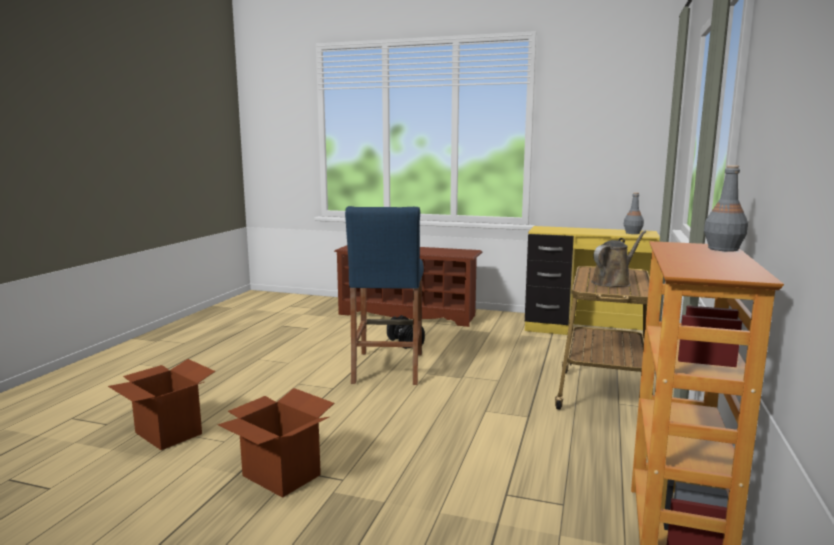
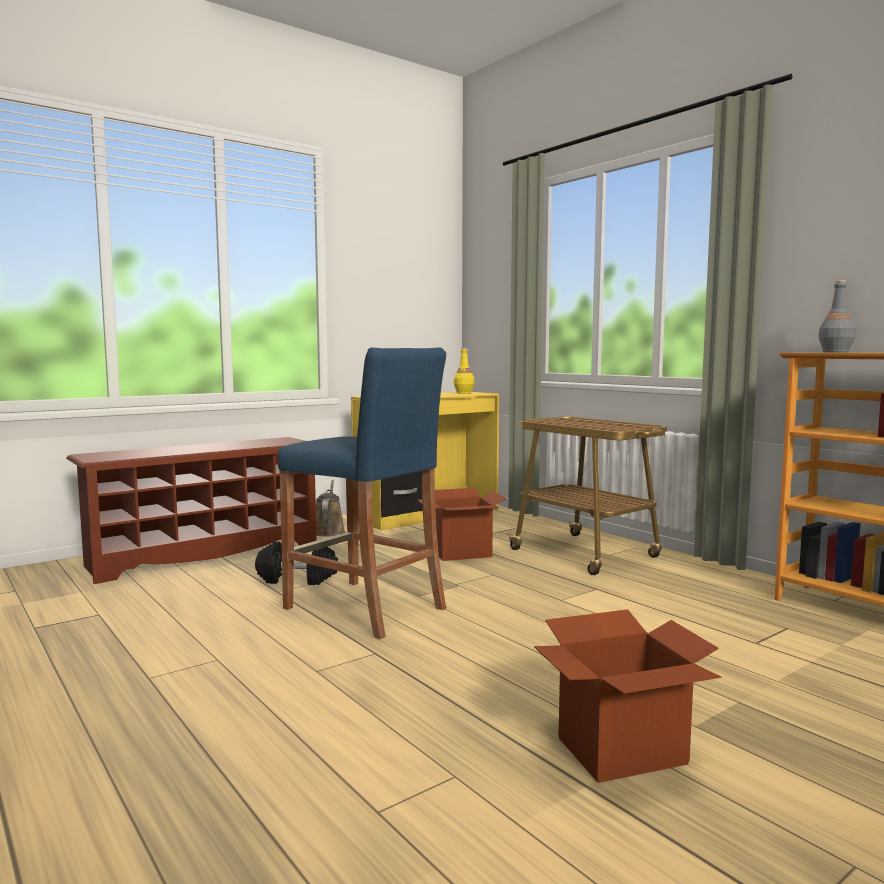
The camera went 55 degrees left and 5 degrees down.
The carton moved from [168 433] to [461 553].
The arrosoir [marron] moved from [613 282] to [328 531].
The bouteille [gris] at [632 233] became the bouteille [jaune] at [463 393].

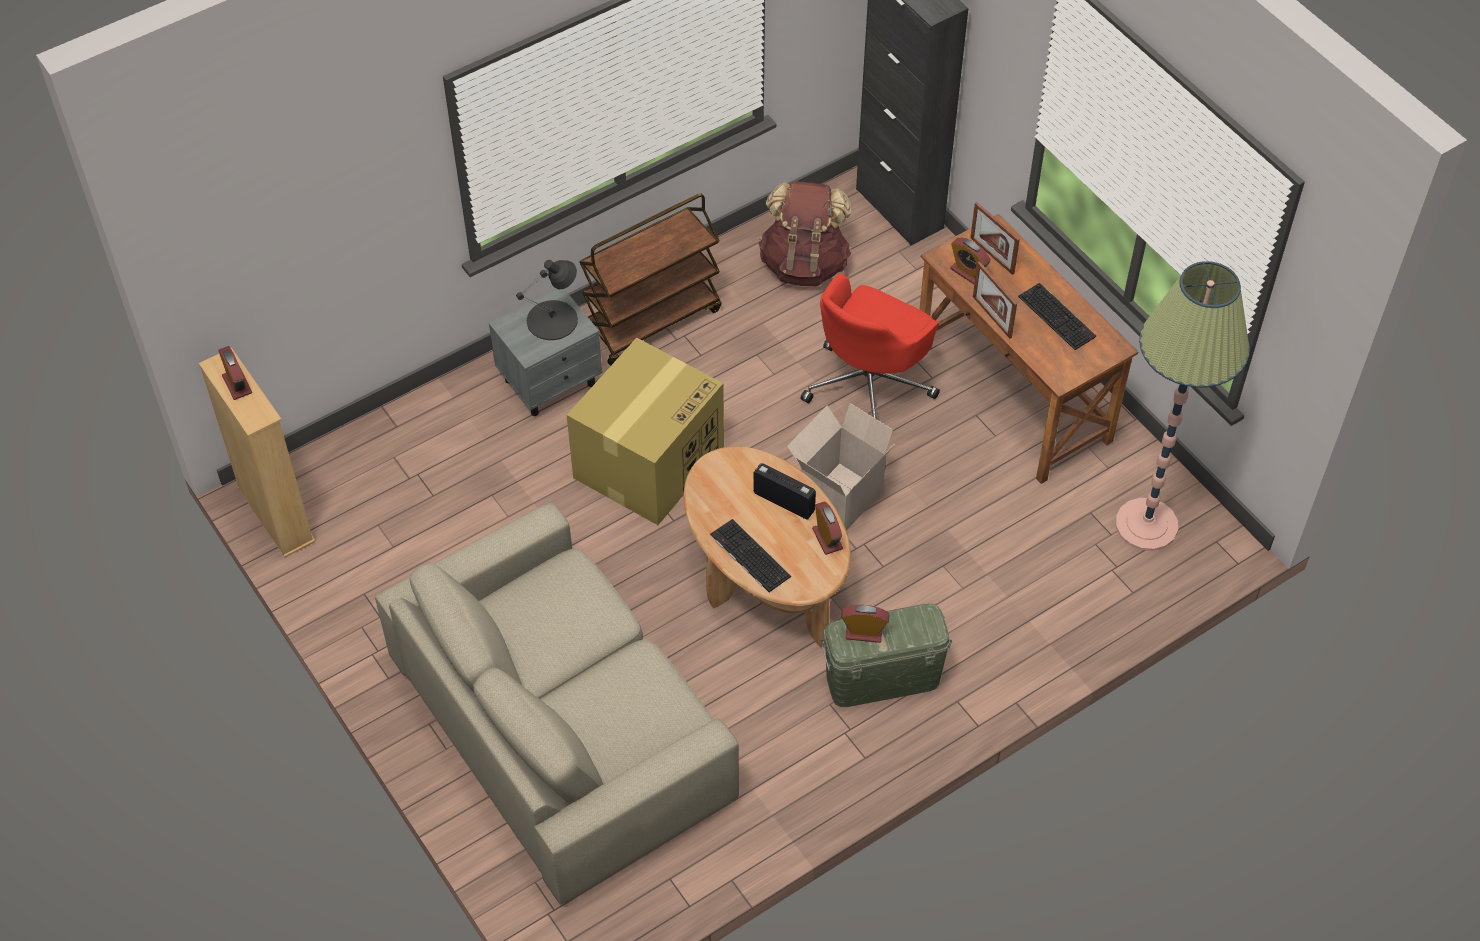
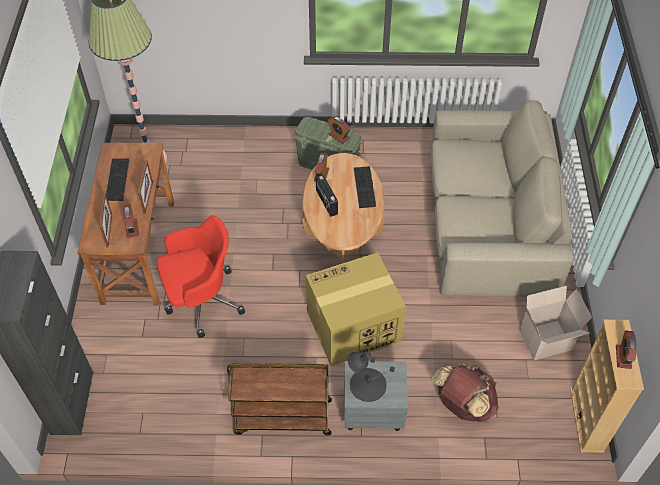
The camera went 145 degrees left and 0 degrees up.
The sac à dos [marron] moved from [804 264] to [463 404].
The carton moved from [840 496] to [545 341].

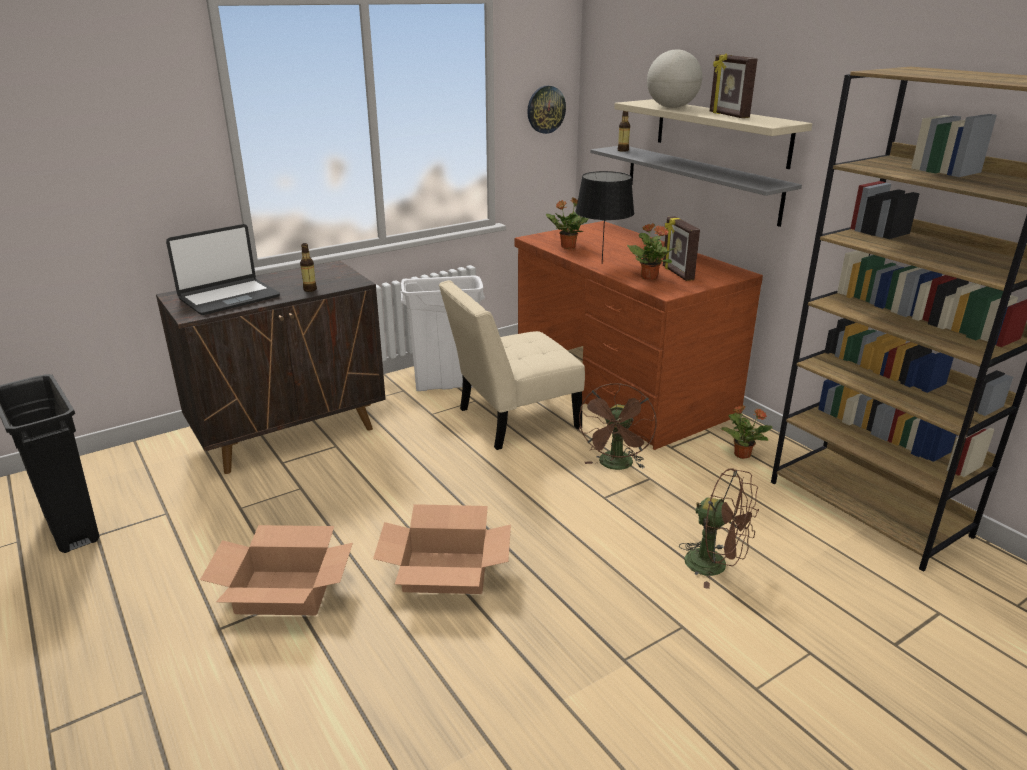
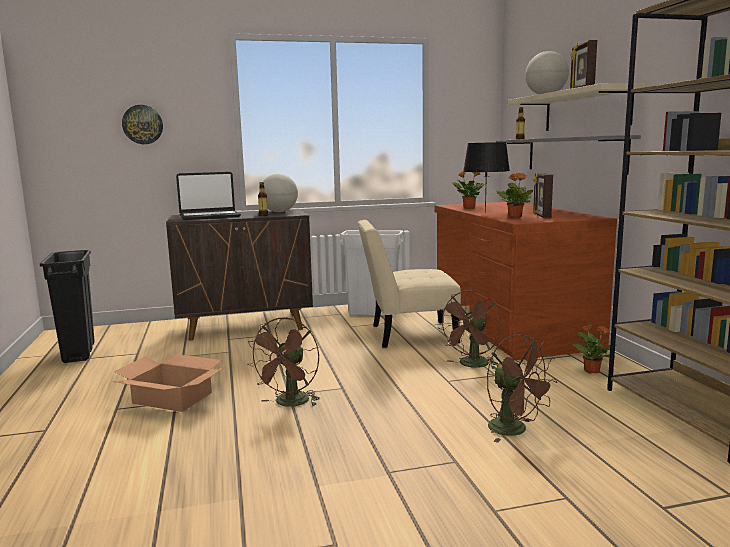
The camera went 20 degrees right and 15 degrees down.
The globe at [279 212] appeared.
The horloge murale moved from [545 109] to [142 124].
The carton at [445 572] was replaced by the ventilateur [marron] at [290 404].

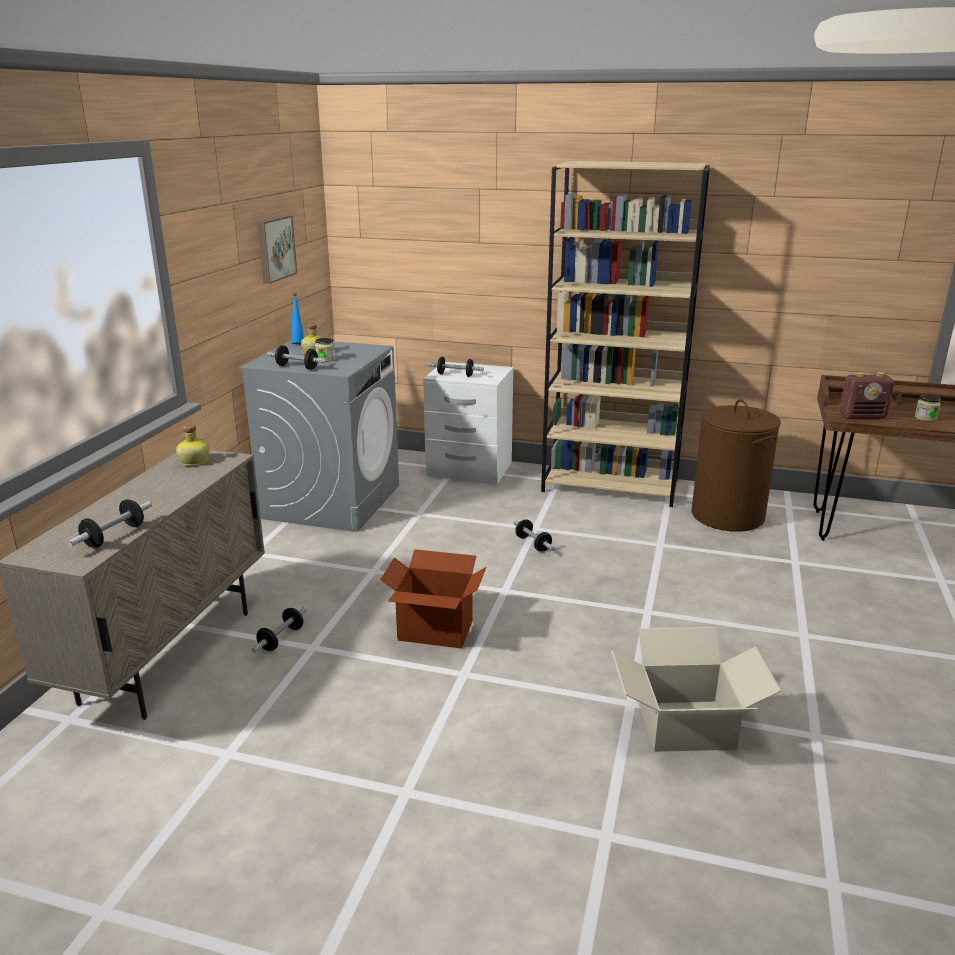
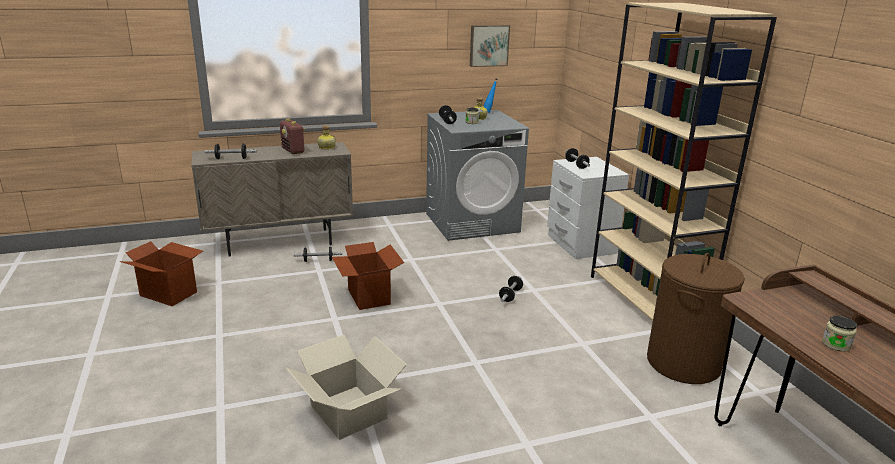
The camera went 55 degrees right and 0 degrees up.
The carton at [169 293] appeared.
The radio moved from [863 417] to [293 151].

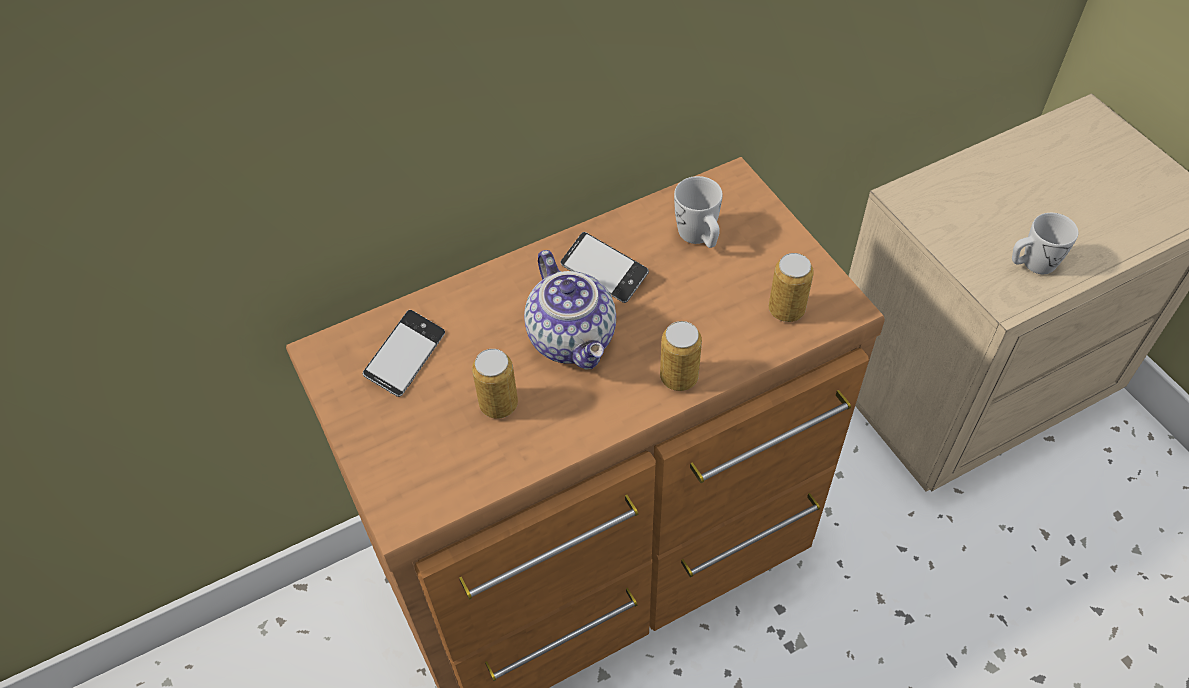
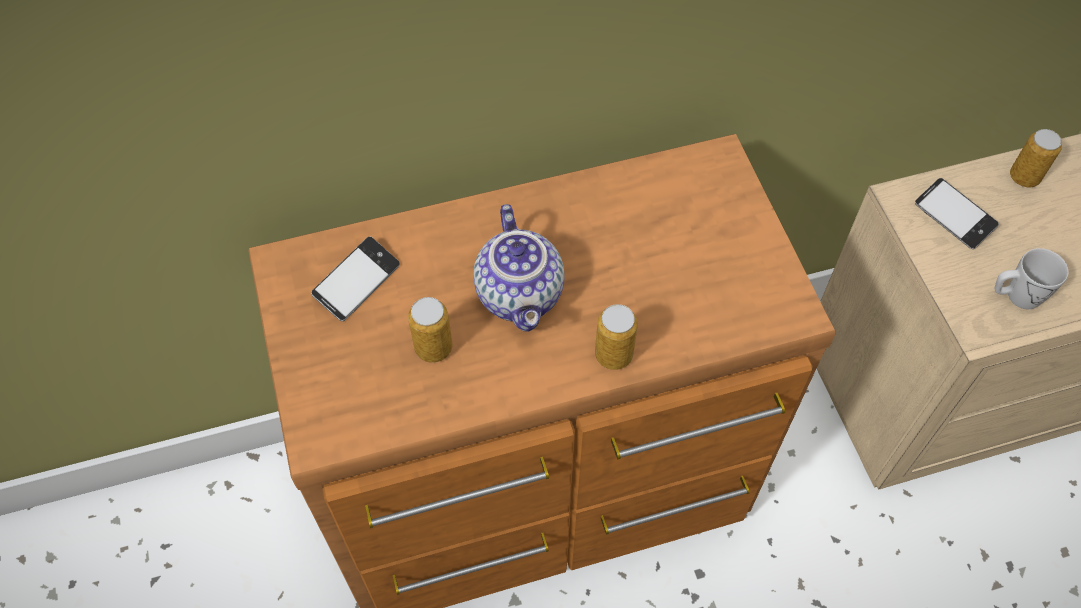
The camera went 10 degrees right and 5 degrees up.
The mug [blanc] at [699 237] disappeared.
The téléphone moved from [604 272] to [953 217].
The boîte métallique moved from [786 310] to [1024 177].

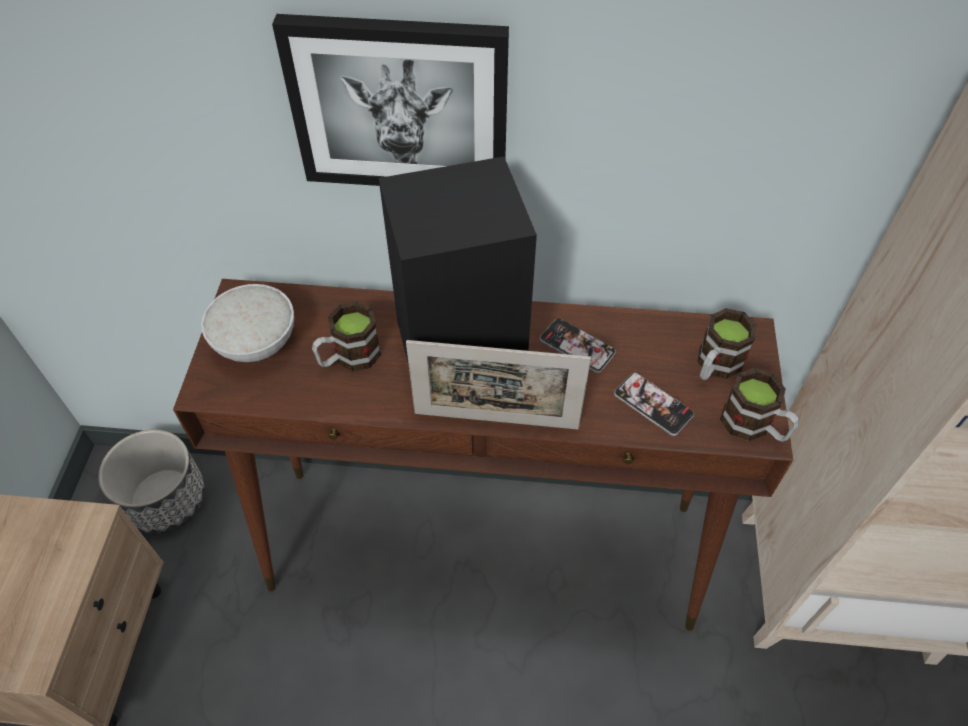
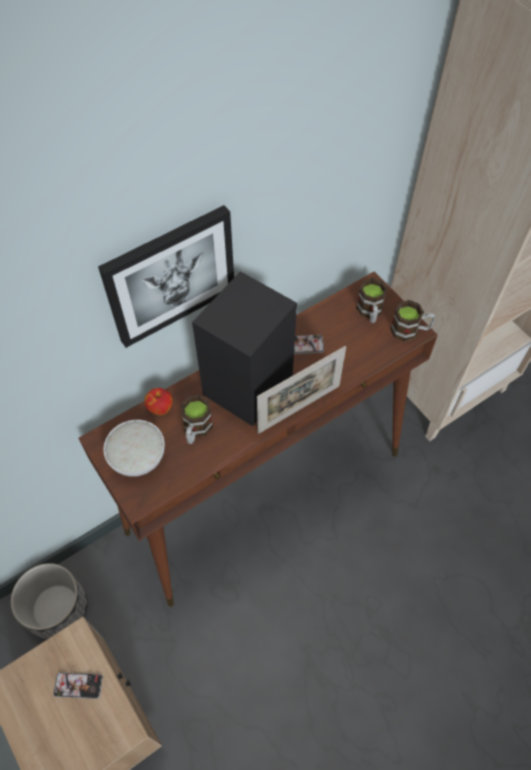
The camera went 40 degrees left and 5 degrees up.
The pomme at [160 407] appeared.
The téléphone moved from [653 404] to [78 685].

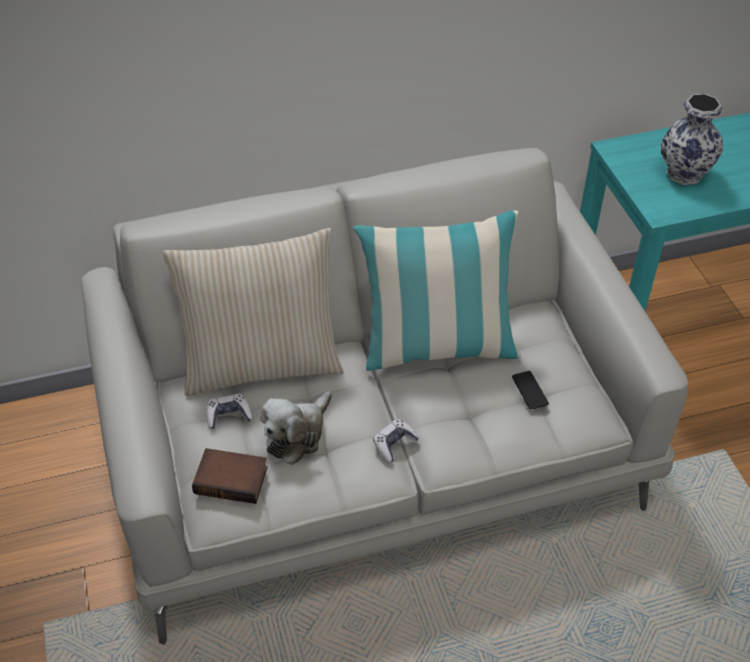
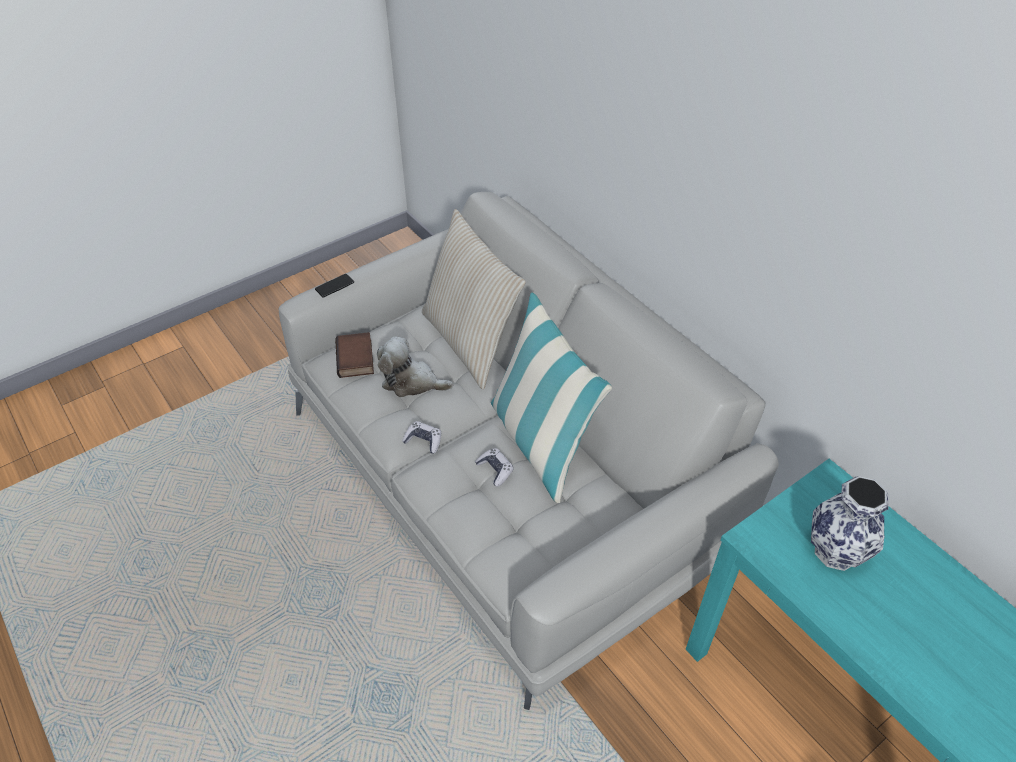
The camera went 70 degrees right and 0 degrees up.
The manette moved from [228 415] to [495 470].
The téléphone moved from [530 390] to [334 286].

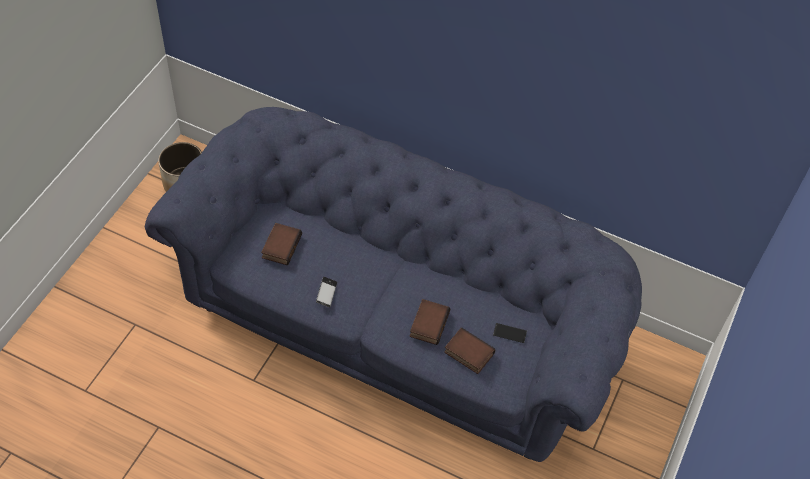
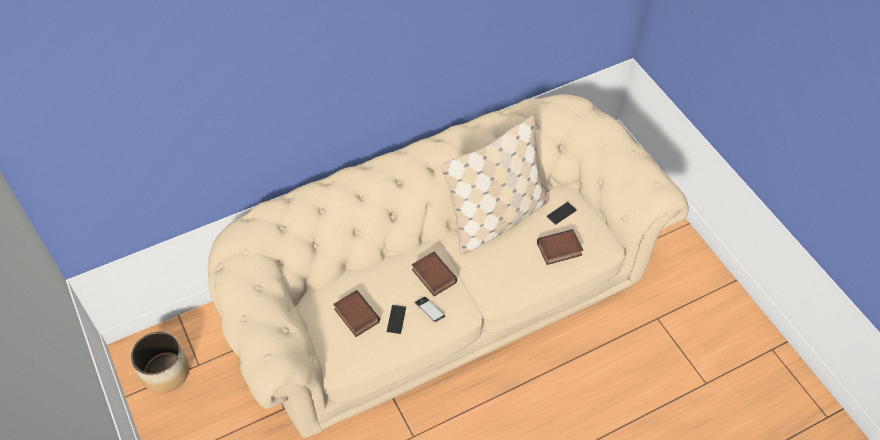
The camera went 50 degrees left and 0 degrees up.
The téléphone at [396 319] appeared.
The coussin [beige] at [496 218] appeared.
The livre moved from [428 323] to [432 276].
The canapé [bleu] at [398 321] became the canapé [beige] at [441 298].

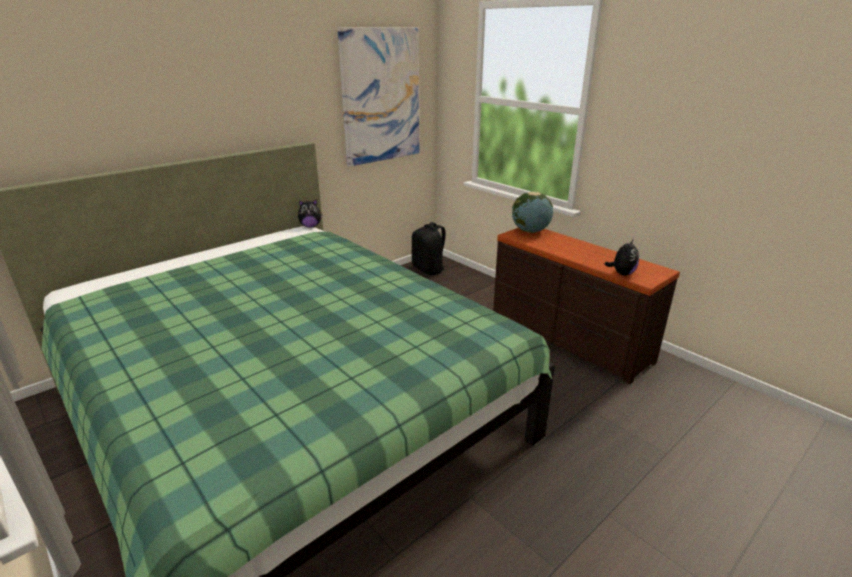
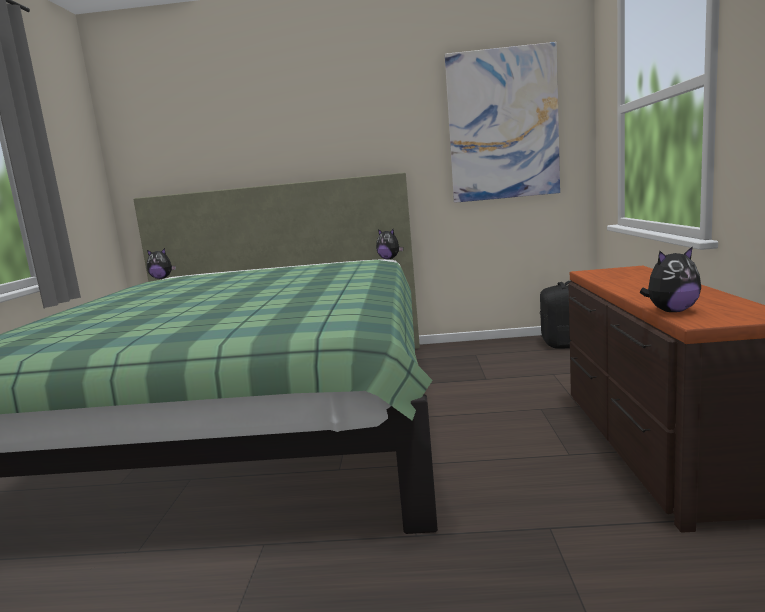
The camera went 45 degrees right and 15 degrees down.
The globe at [530 231] disappeared.
The peluche at [162 278] appeared.

